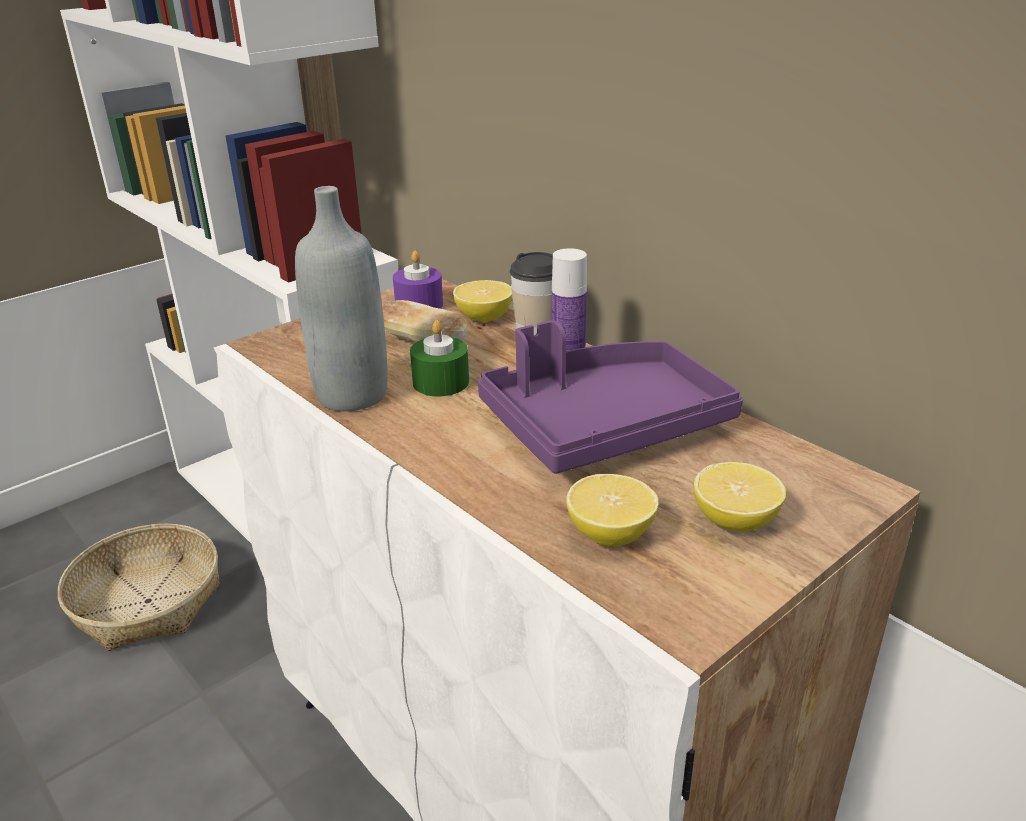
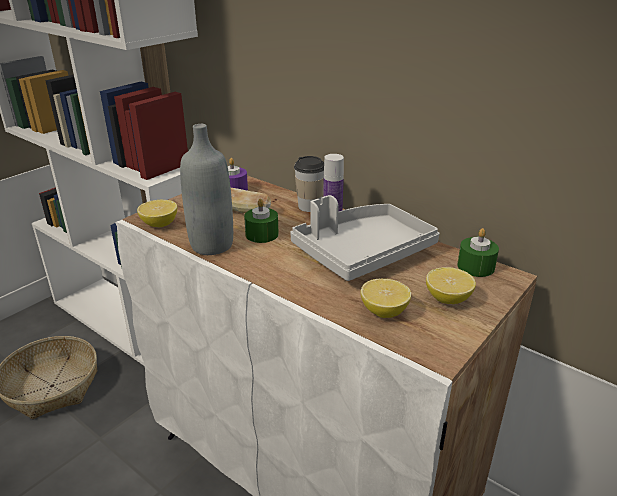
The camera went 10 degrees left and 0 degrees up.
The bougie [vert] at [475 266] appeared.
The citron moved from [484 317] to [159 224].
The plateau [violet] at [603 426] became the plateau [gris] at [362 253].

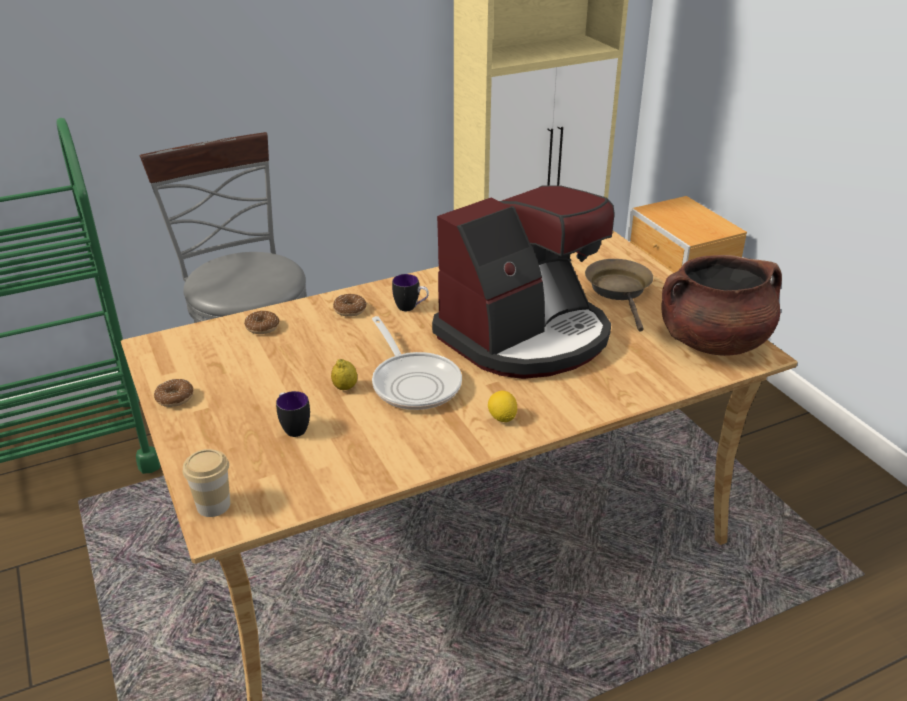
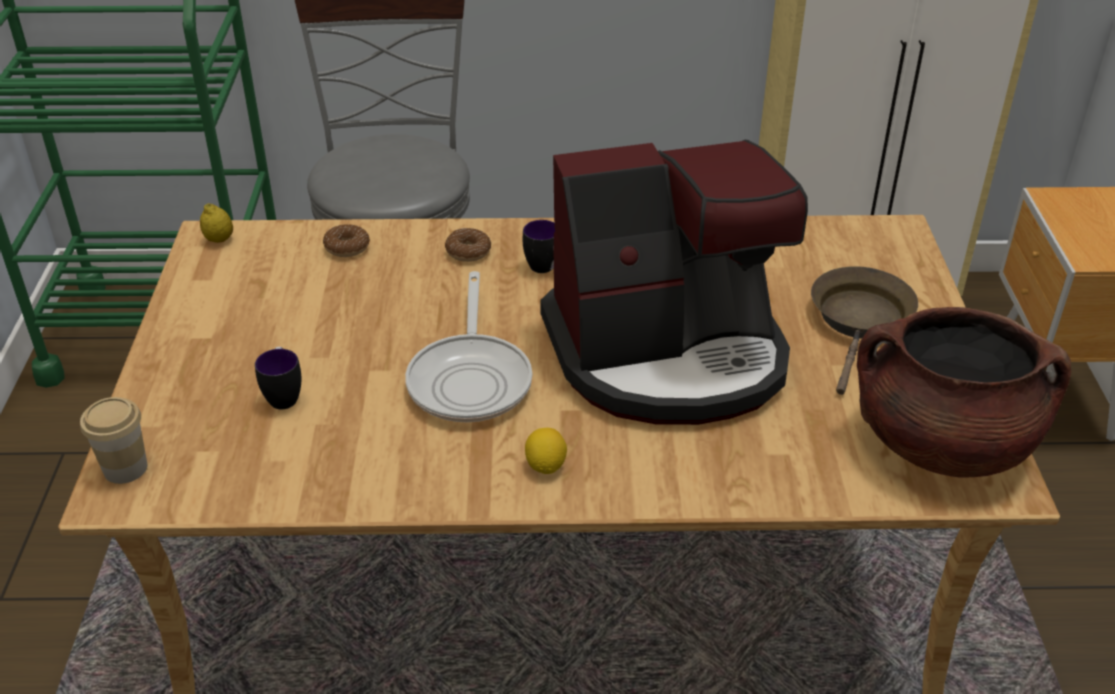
The camera went 25 degrees right and 5 degrees up.
The beignet at [175 398] disappeared.
The citron moved from [345 387] to [219 240].

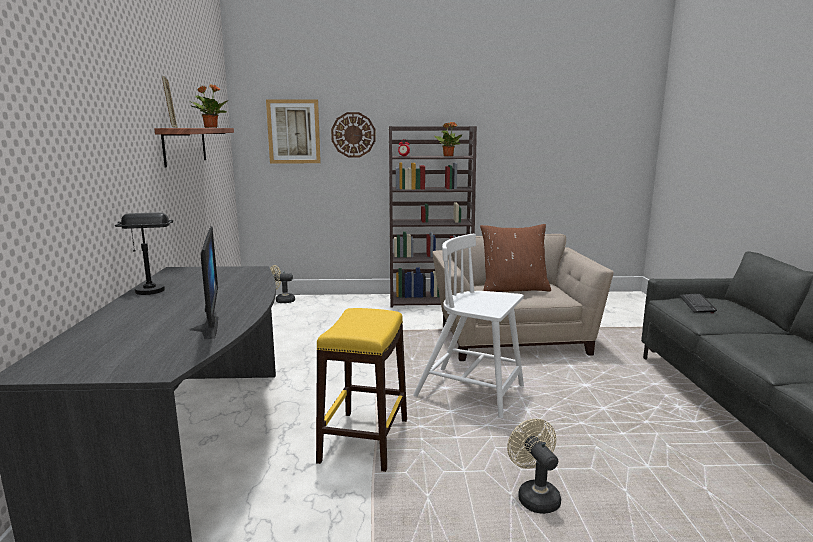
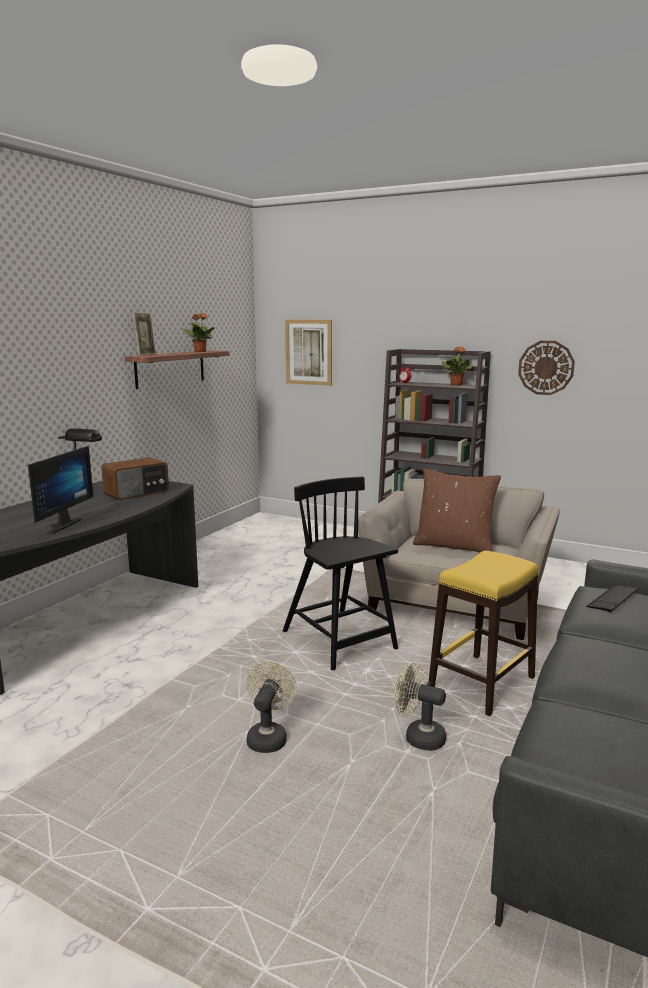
The camera went 30 degrees right and 0 degrees up.
The radio at [137 493] appeared.
The ventilateur [beige] moved from [282 301] to [418 737].
The tabouret [jaune] moved from [365 440] to [482 684].
The horloge murale moved from [353 135] to [546 367].
The chaise [blanc] at [471 391] became the chaise [noir] at [339 641].

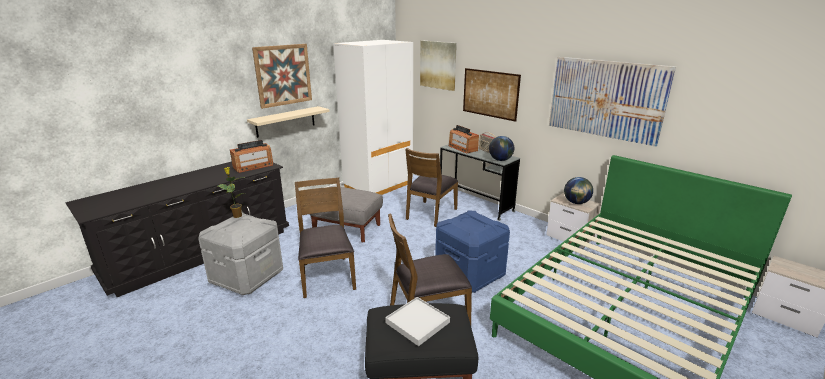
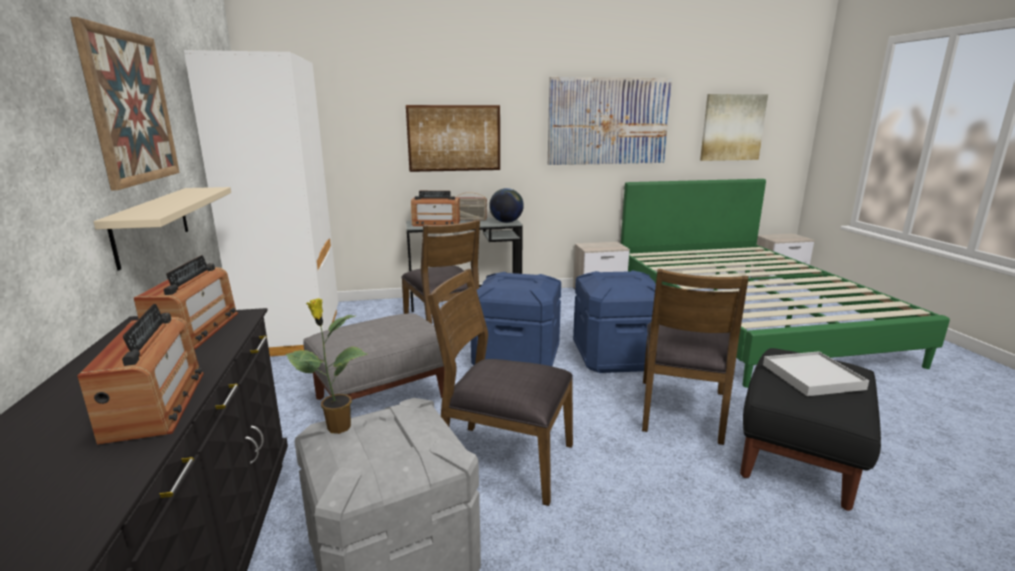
The camera went 55 degrees left and 5 degrees down.
The globe at [576 203] disappeared.
The radio at [156 405] appeared.
The boîte de rangement [bleu] at [516 360] appeared.
The tableau moved from [438 65] to [732 127].

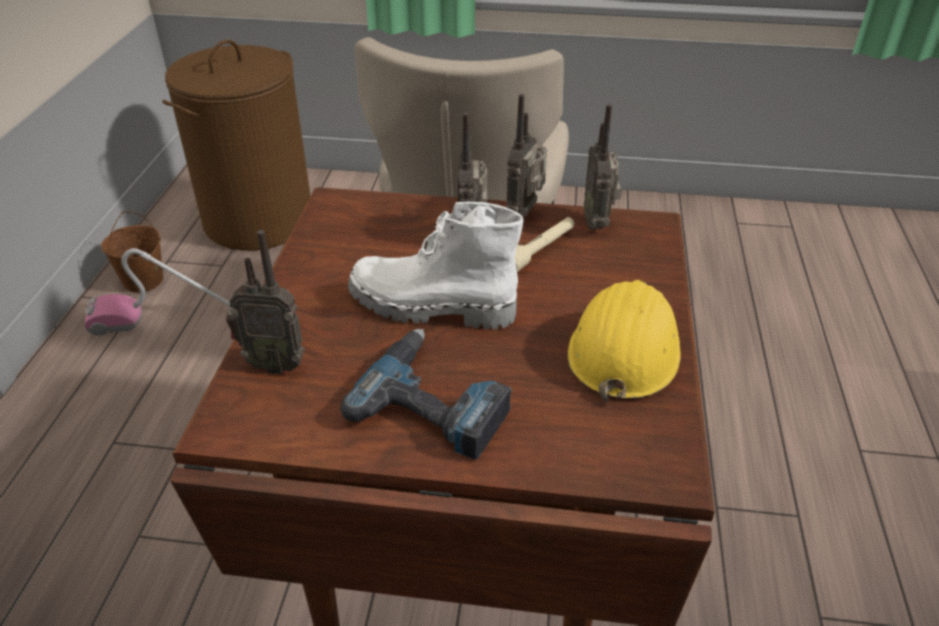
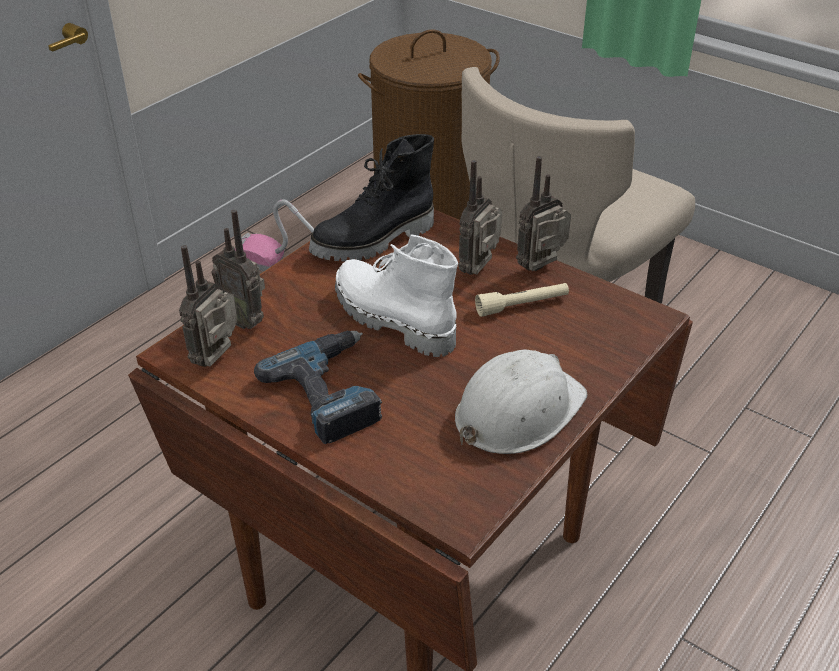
The camera went 30 degrees right and 0 degrees up.
The seau [marron] at [144 281] disappeared.
The botte [noir] at [375 241] appeared.
The radio moved from [598 223] to [218 359].
The casque de chantier [jaune] at [624 349] became the casque de chantier [blanc] at [517 411].

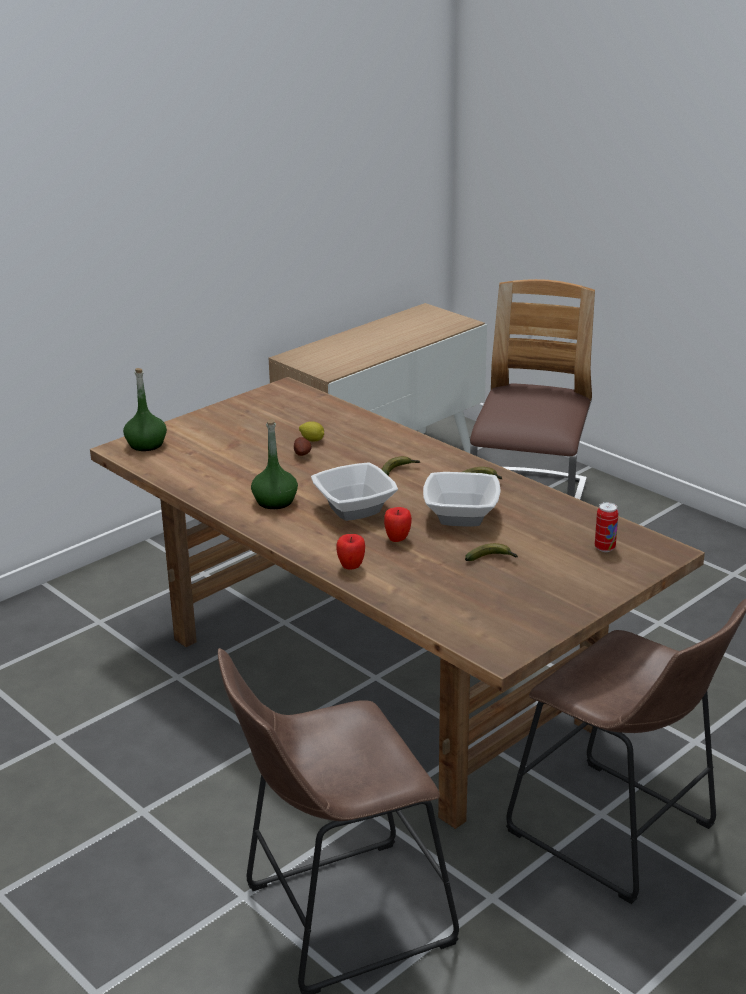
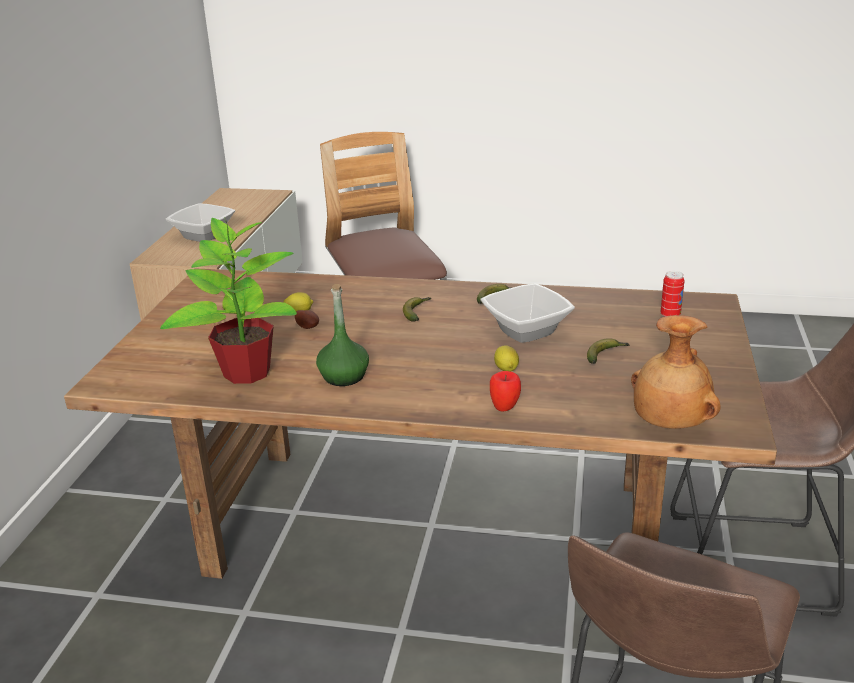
The camera went 35 degrees left and 0 degrees up.
The bouteille [vert] at [146 444] disappeared.
The plante en pot at [245 372] appeared.
The vase [marron] at [669 424] appeared.
The bol moved from [353 509] to [203 236].
The pomme at [397 539] was replaced by the citron at [506 369].

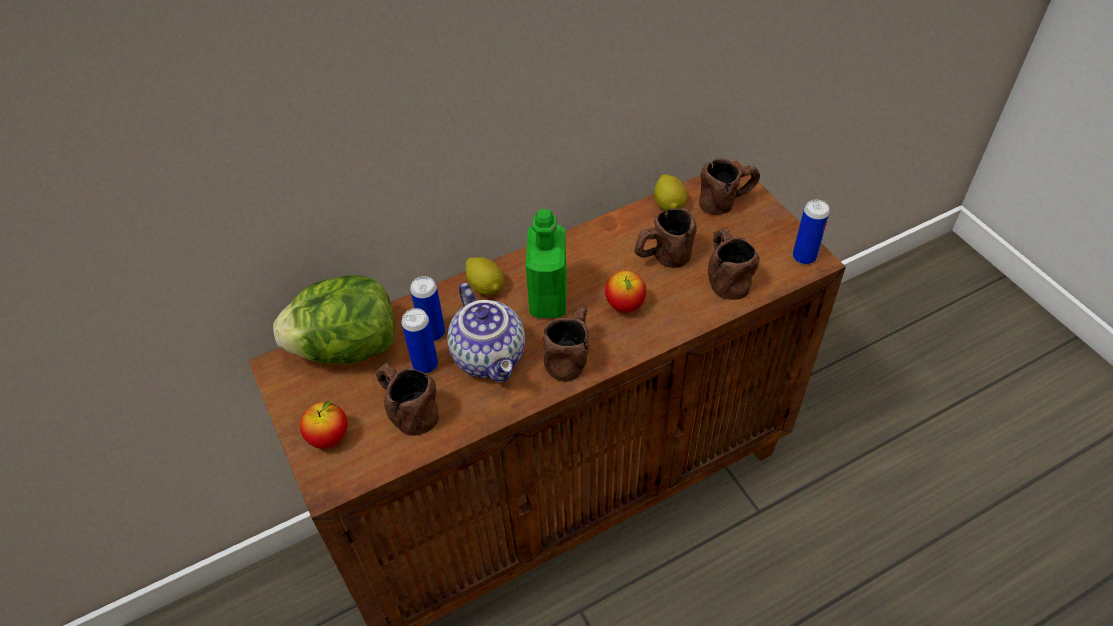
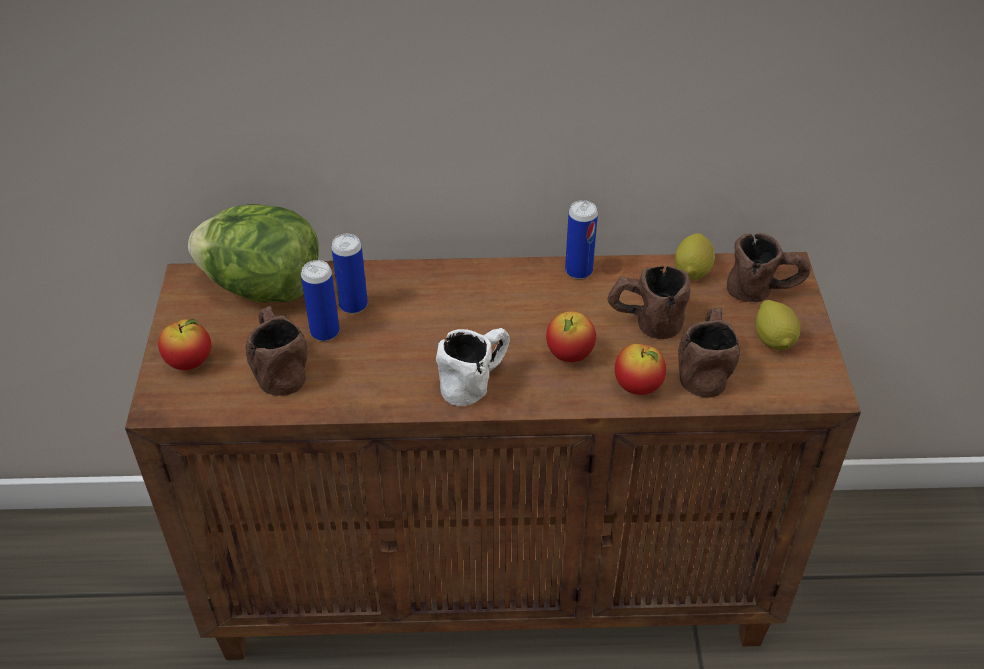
The camera went 25 degrees right and 5 degrees down.
The théière at [491 357] disappeared.
The bouteille [vert] at [548 298] disappeared.
The pomme at [638 387] appeared.
The citron moved from [485 287] to [773 340].
The boîte métallique moved from [804 257] to [578 271].
The mug [marron] at [570 354] became the mug [blanc] at [476 380].

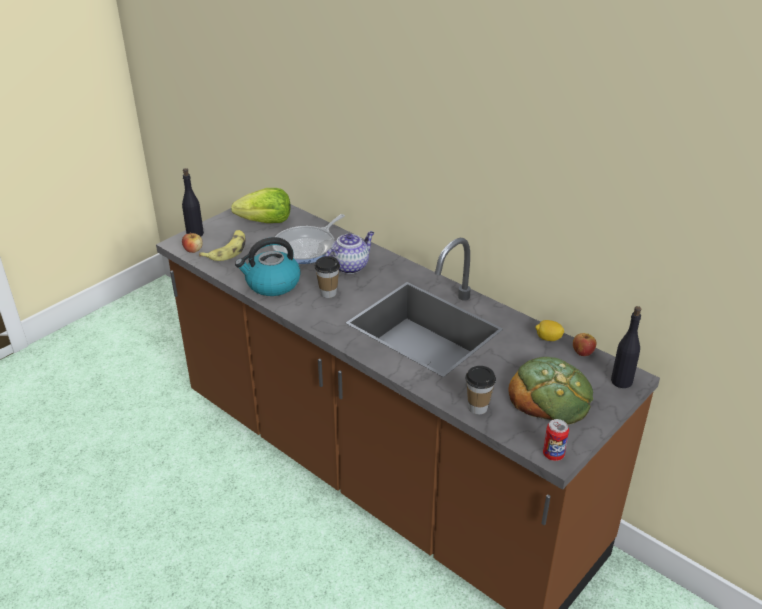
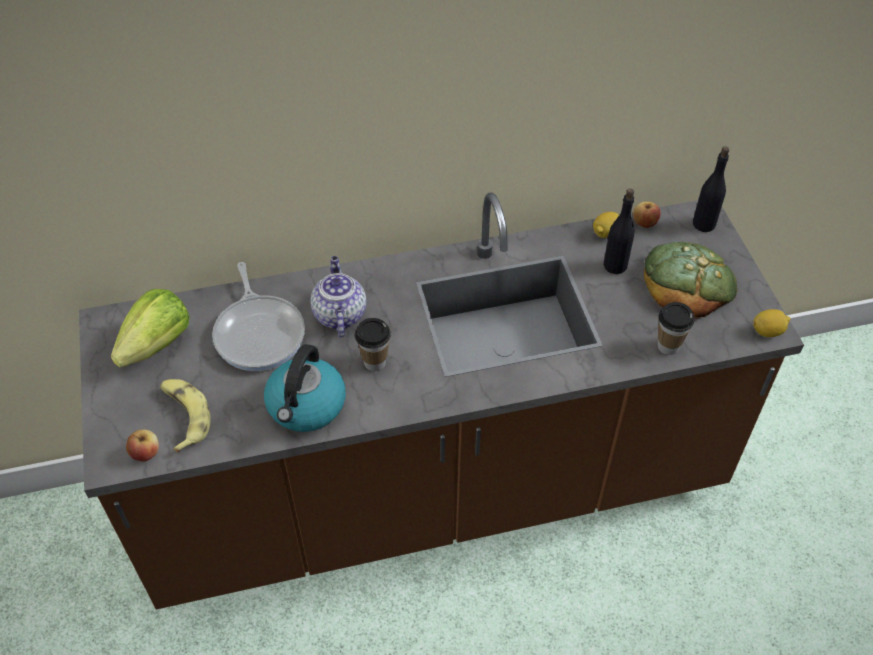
The camera went 55 degrees left and 15 degrees up.
The bouteille [noir] moved from [195 234] to [614 265].
The boîte métallique at [553 454] was replaced by the citron at [767 331].

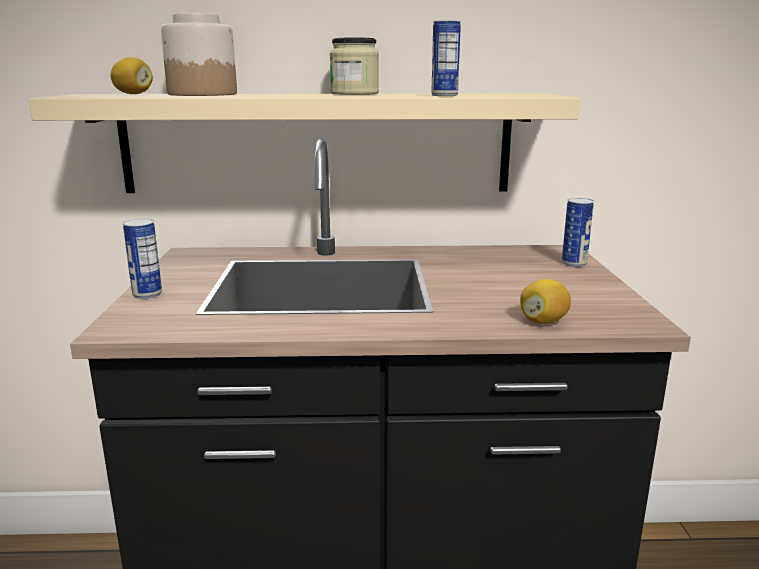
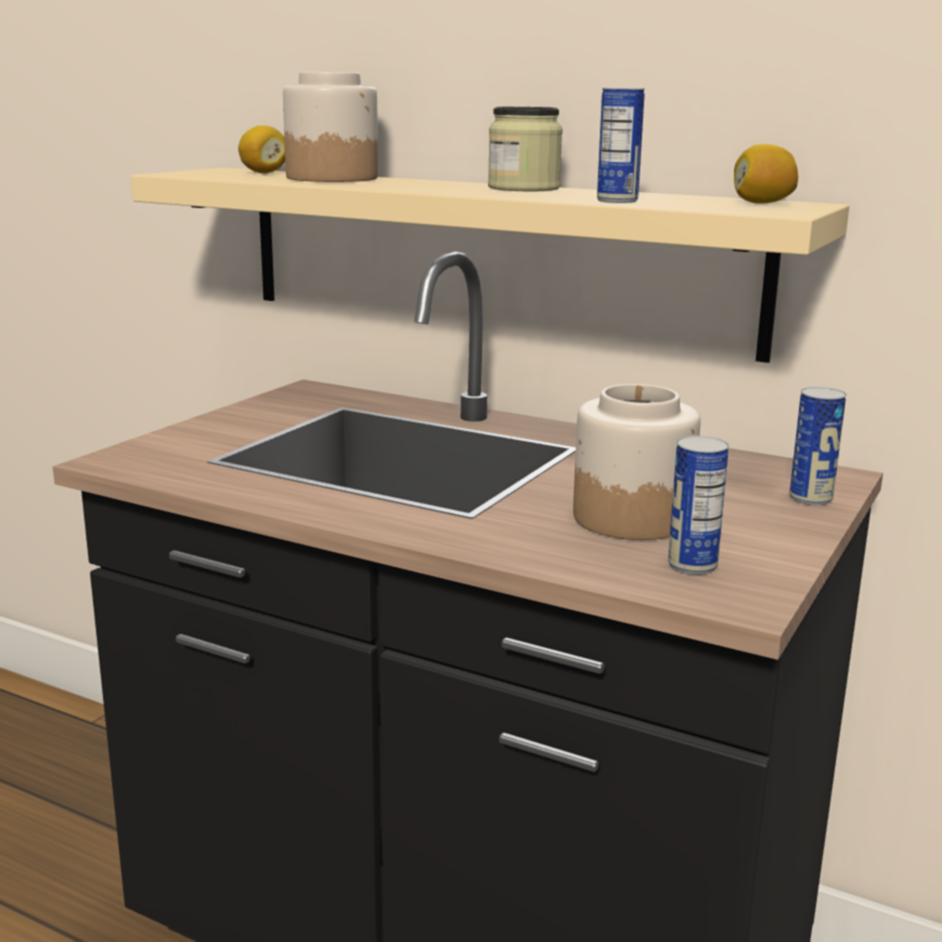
The camera went 30 degrees right and 0 degrees up.
The bocal at [631 518] appeared.
The boîte métallique moved from [147 294] to [692 565].
The citron moved from [543 321] to [761 203].

